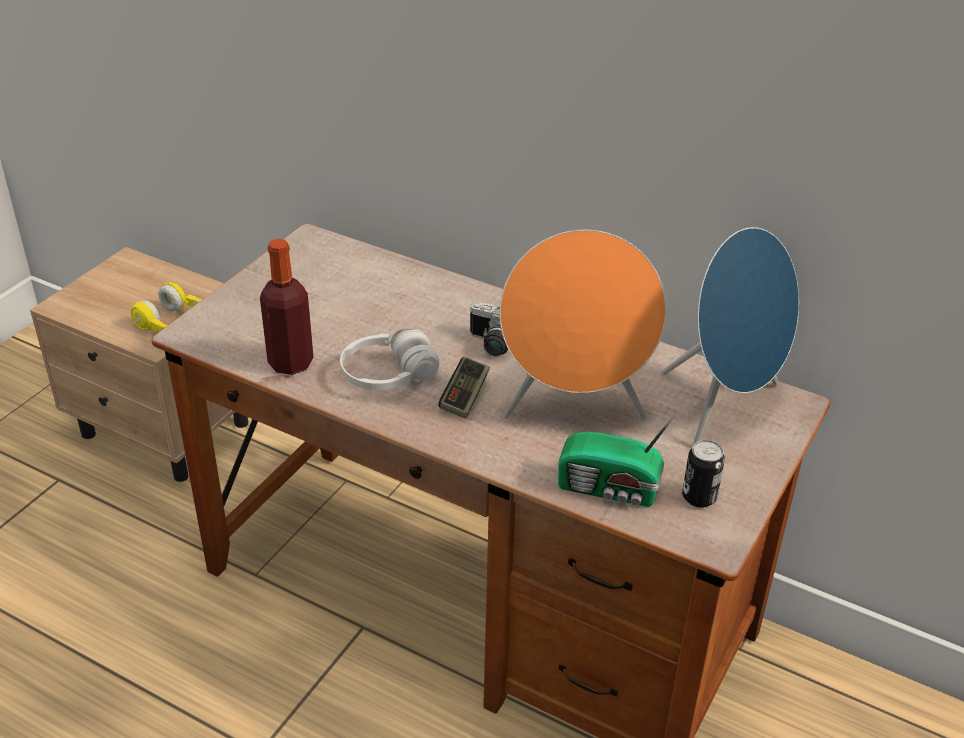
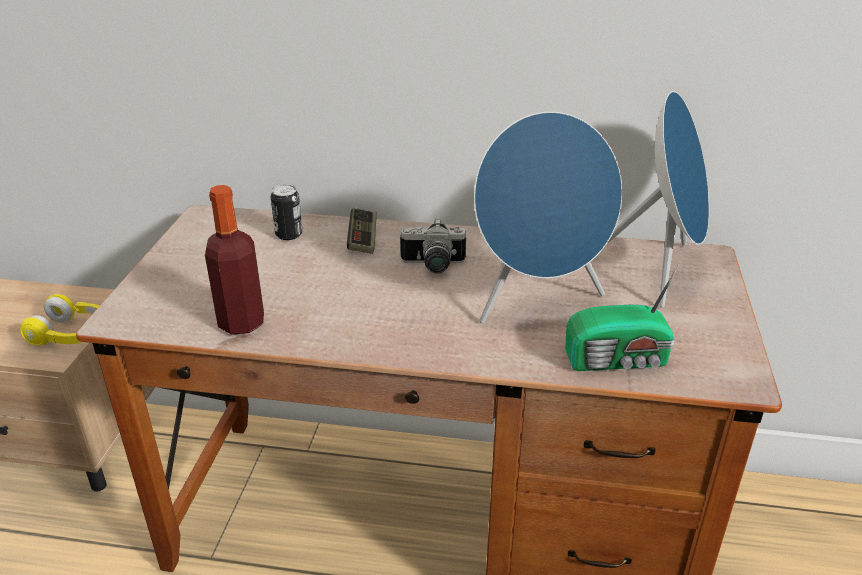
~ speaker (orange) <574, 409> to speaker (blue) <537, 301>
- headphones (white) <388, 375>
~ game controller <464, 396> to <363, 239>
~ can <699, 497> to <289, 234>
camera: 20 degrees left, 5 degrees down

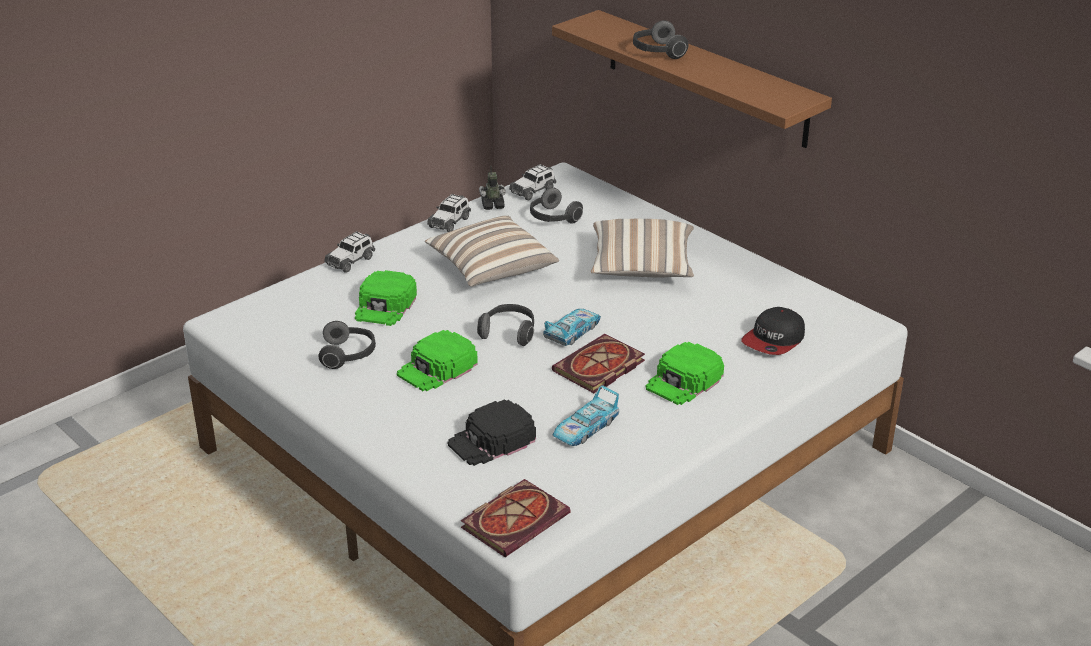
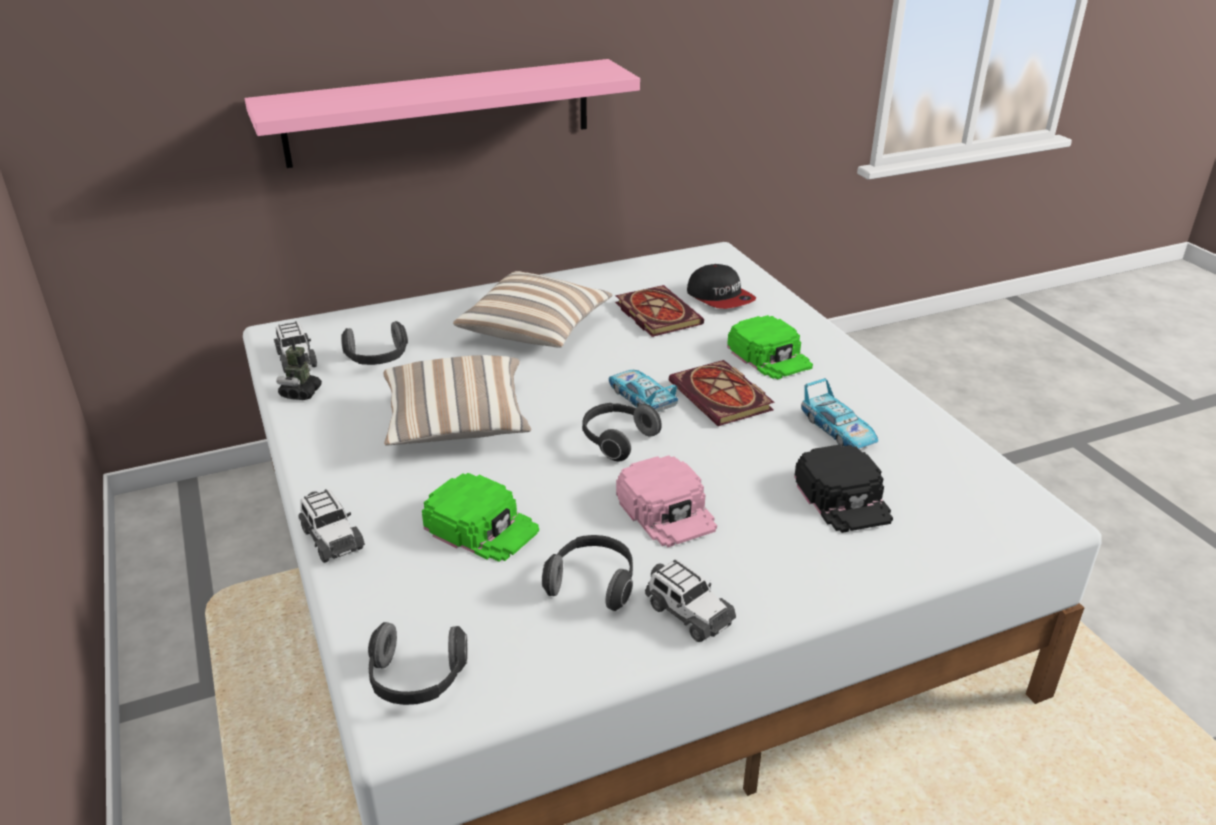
~ shelf (brown) <705, 78> to shelf (pink) <440, 112>
~ headphones <657, 52> to <416, 680>
~ toy car <450, 222> to <688, 613>
~ cap (green) <437, 368> to cap (pink) <667, 509>
~ book <515, 519> to <655, 313>
camera: 70 degrees left, 0 degrees up

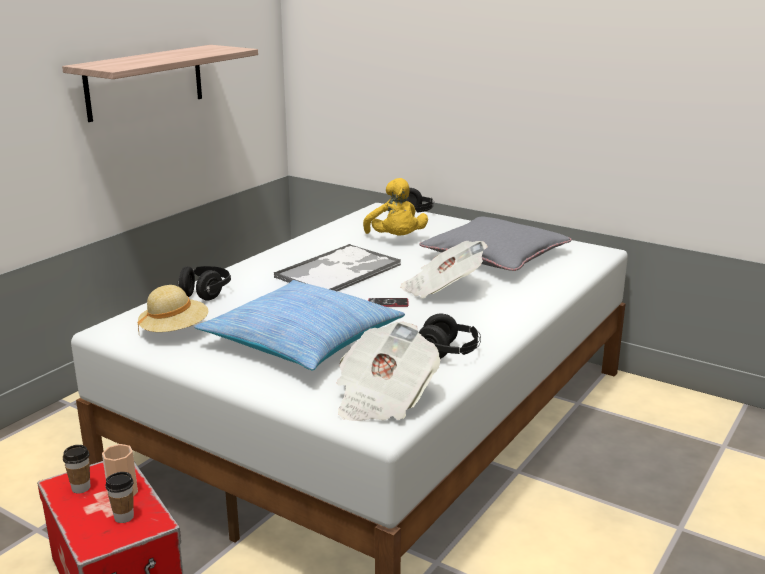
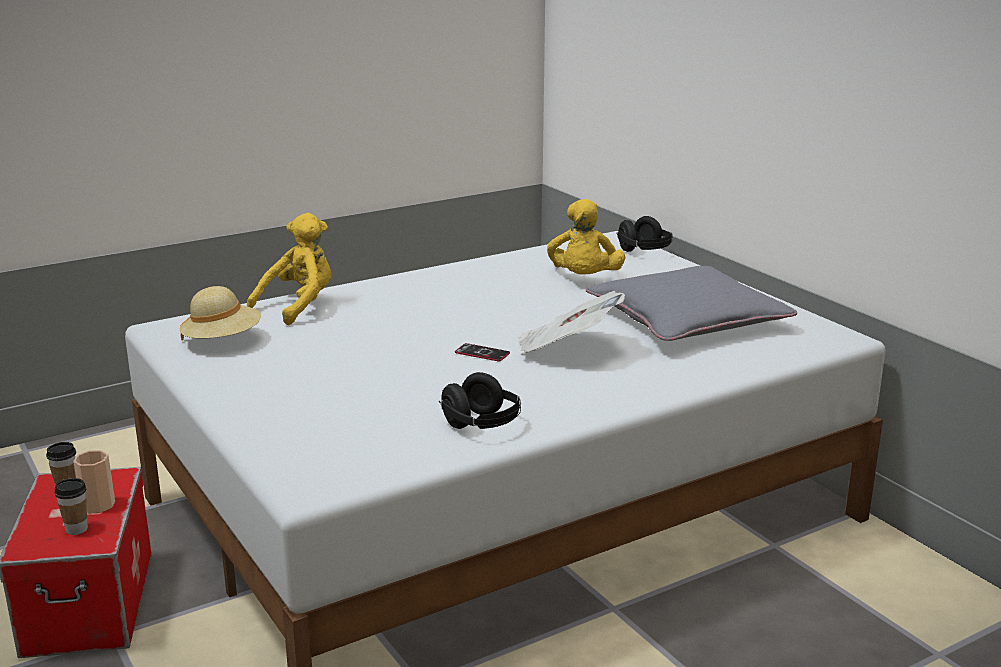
- shelf <145, 82>
- tray <339, 271>
~ headphones (black) <205, 293> to plush toy (yellow) <299, 306>
- pillow <302, 340>
- newspaper <383, 398>
camera: 25 degrees right, 0 degrees up

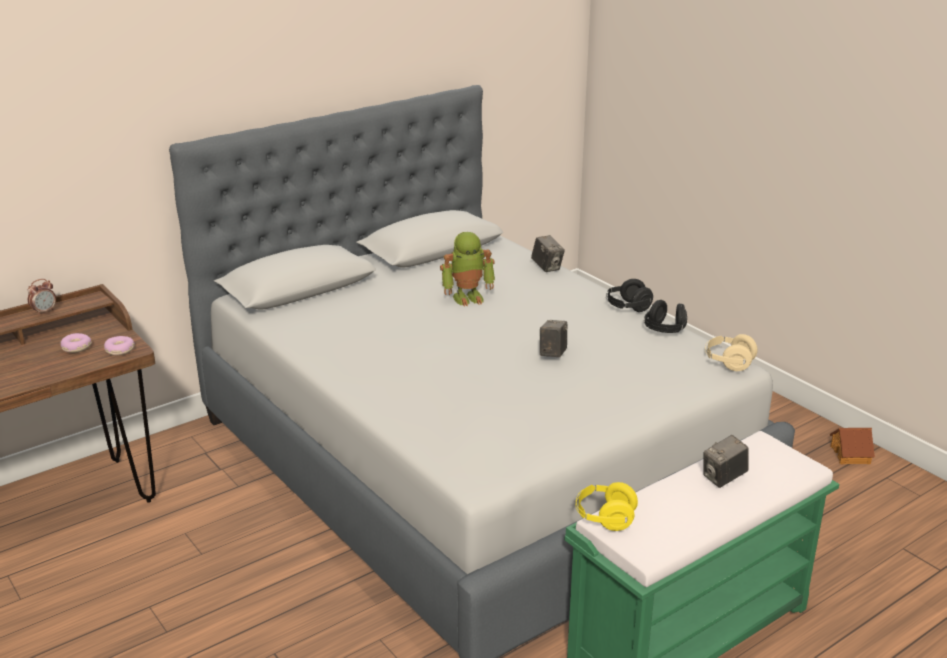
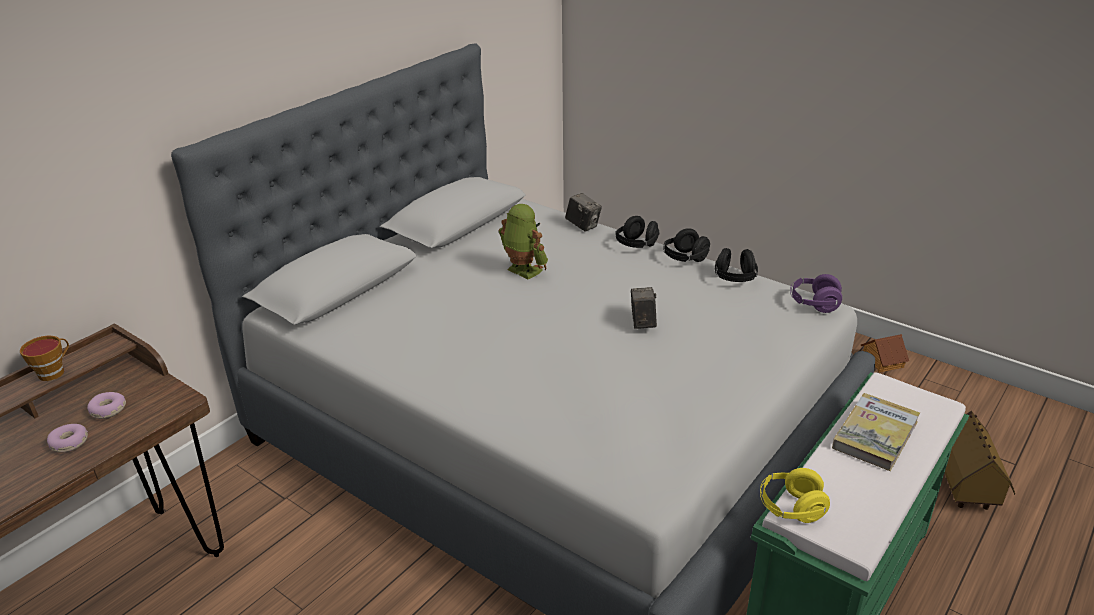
~ toy robot <468, 297> = <522, 271> 105 degrees counterclockwise
~ alarm clock <44, 311> to cup <54, 372>
~ headphones (beige) <728, 363> to headphones (purple) <813, 304>
~ donut <120, 350> to <69, 443>
~ photo camera <723, 478> to book <875, 434>
+ headphones (black) <636, 245>
+ toy house <963, 488>
camera: 15 degrees left, 5 degrees up

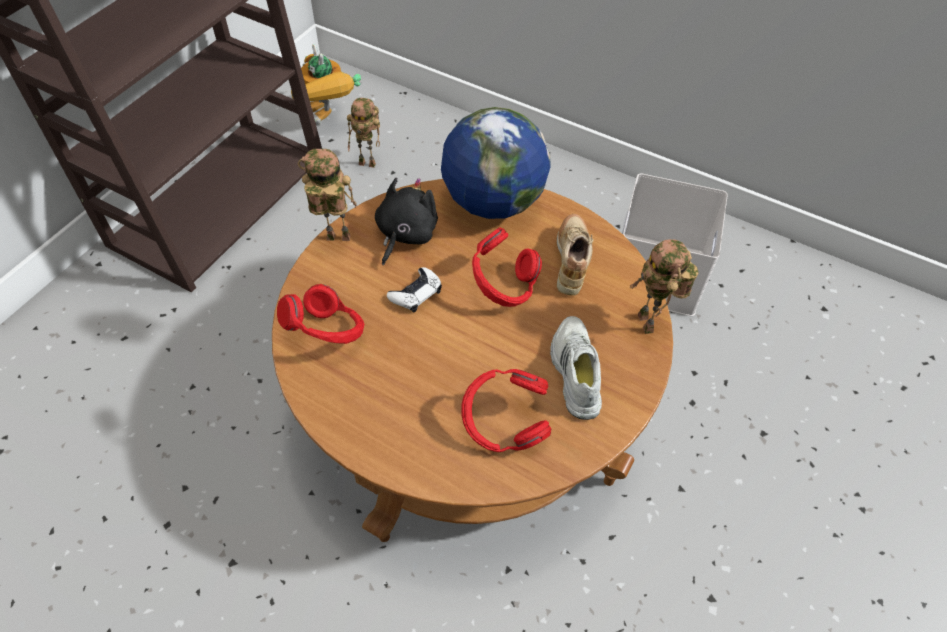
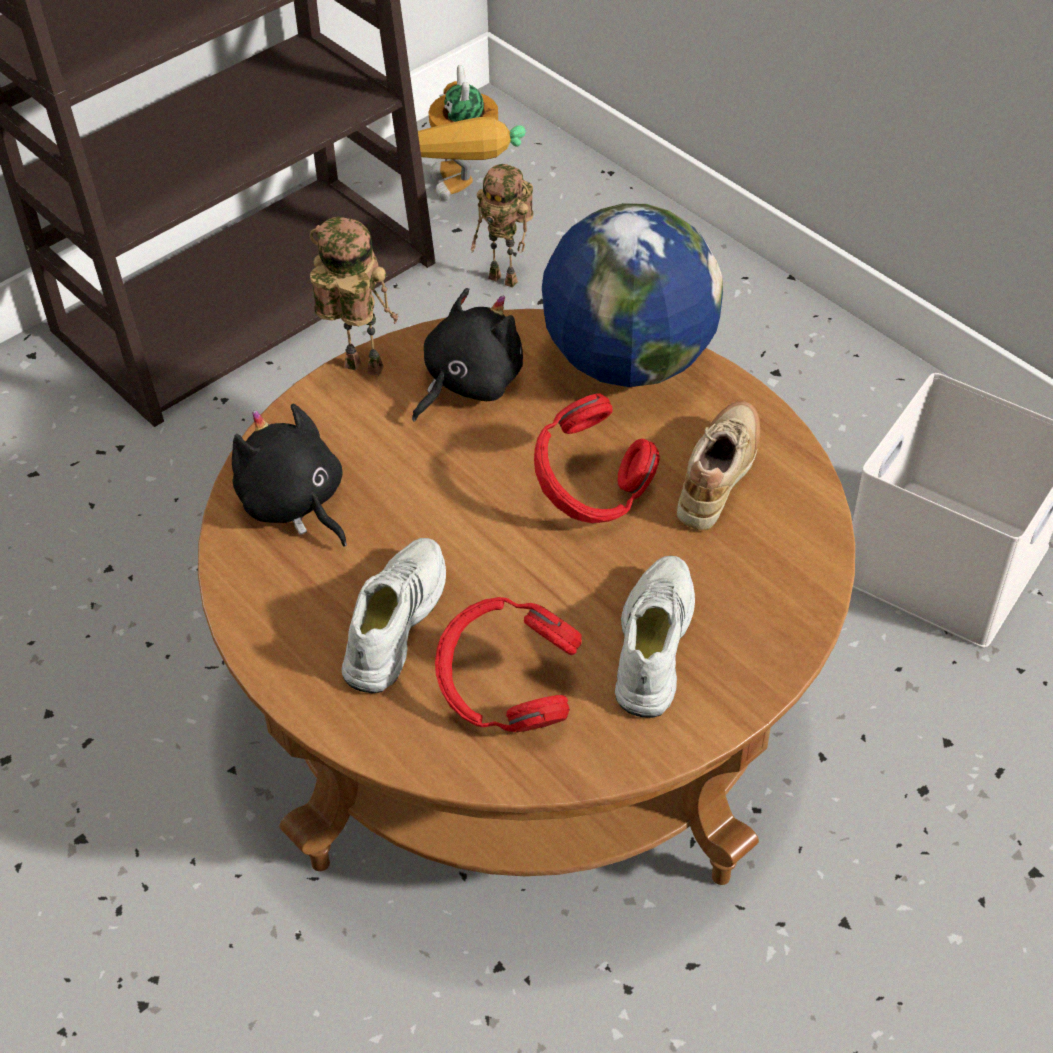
- toy robot <649, 324>
- game controller (white) <416, 293>
~ headphones (red) <328, 334> to plush toy (black) <294, 504>
+ shoe (white) <393, 622>
camera: 20 degrees right, 5 degrees down

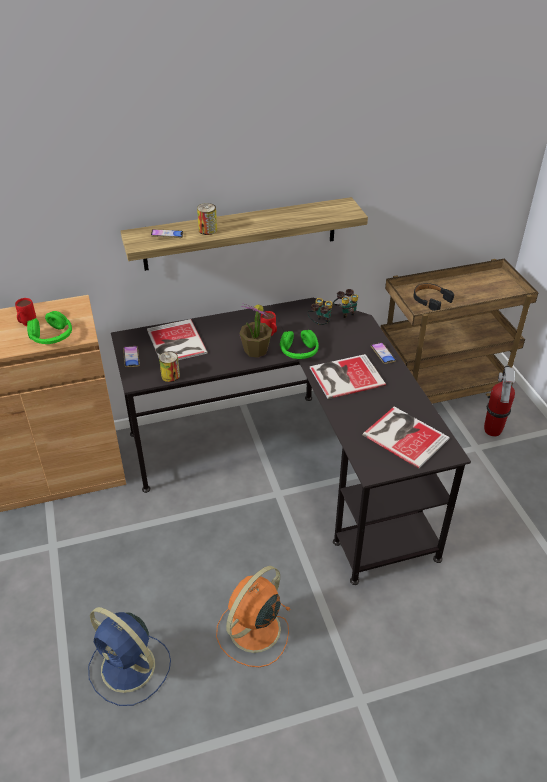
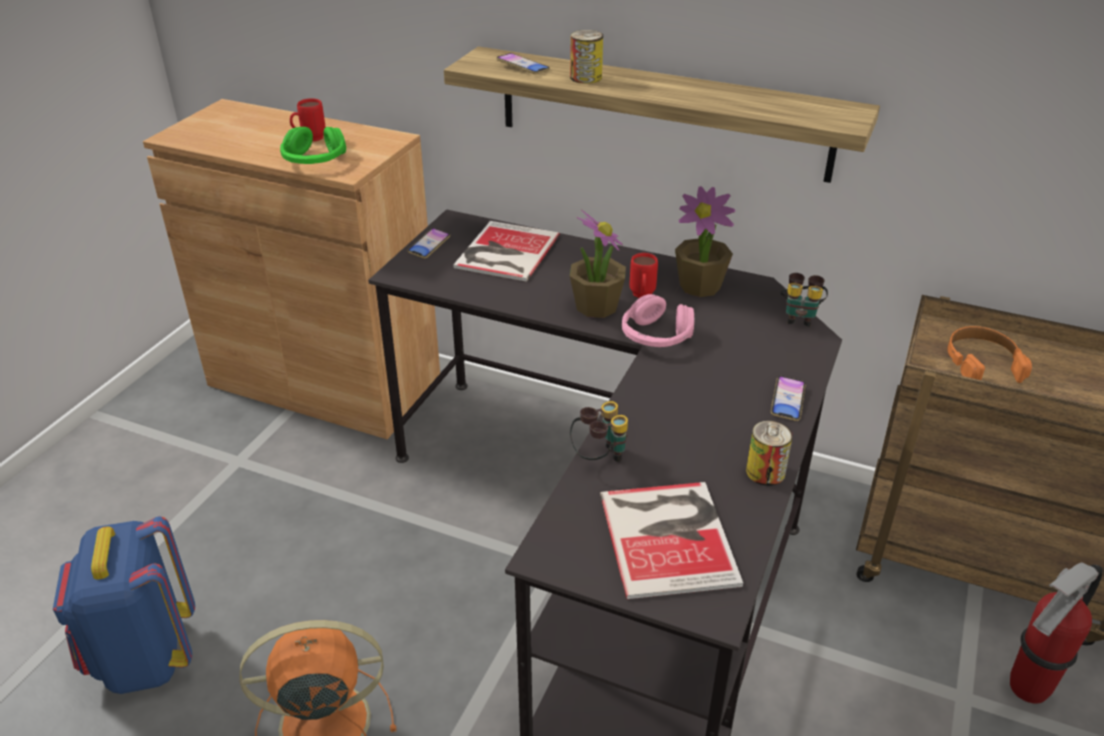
~ headphones (black) <430, 300> to headphones (orange) <982, 363>
~ binoculars <320, 324> to <599, 457>
~ headphones (green) <299, 352> to headphones (pink) <656, 336>
~ can <170, 376> to <765, 472>
- book <344, 376>
~ fan (blue) <130, 668> to backpack (blue) <145, 657>
+ potted plant <700, 286>
camera: 40 degrees right, 5 degrees down

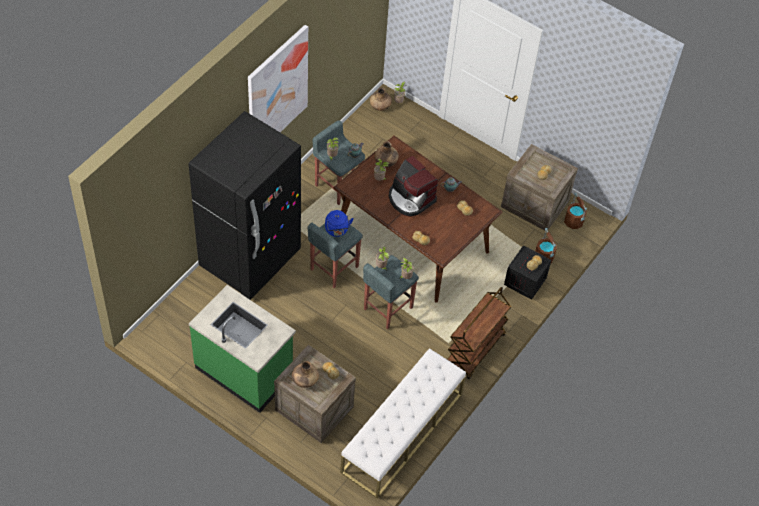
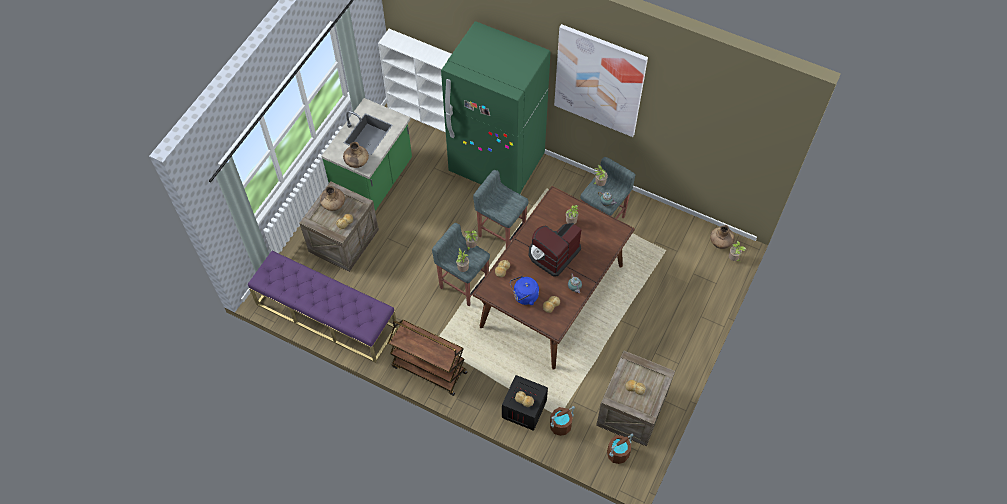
~ fridge (black) <250, 259> to fridge (green) <497, 164>
~ vase (brown) <386, 162> to <356, 162>
~ kettle (blue) <337, 230> to <524, 296>
~ bench (white) <402, 433> to bench (purple) <326, 316>
+ bookcase (white) <426, 115>
camera: 85 degrees right, 5 degrees up

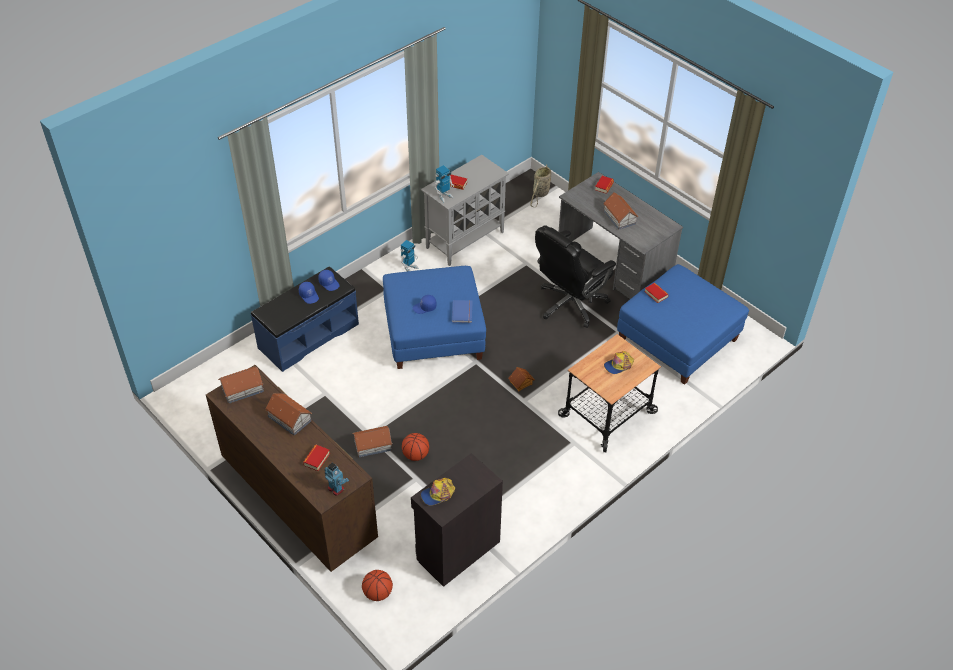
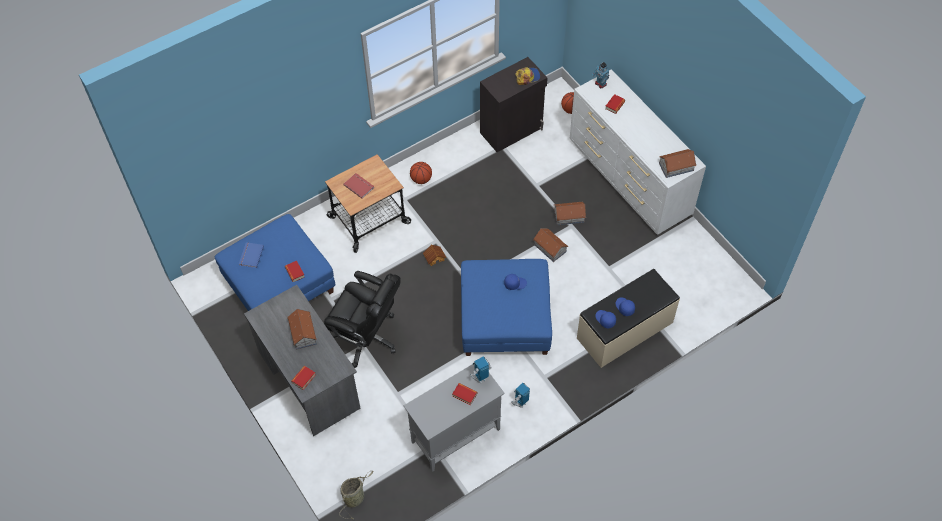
~ office chair (black) <570, 304> = <366, 337> 60 degrees clockwise
~ bench (blue) <308, 335> to bench (beige) <625, 331>
~ book (blue) <463, 312> to <250, 255>
~ cap <619, 365> to book (red) <359, 186>
~ dresser (brown) <298, 499> to dresser (white) <629, 180>
~ toy house <289, 418> to <550, 248>
~ basketball <415, 455> to <421, 179>
camera: 170 degrees left, 10 degrees up

